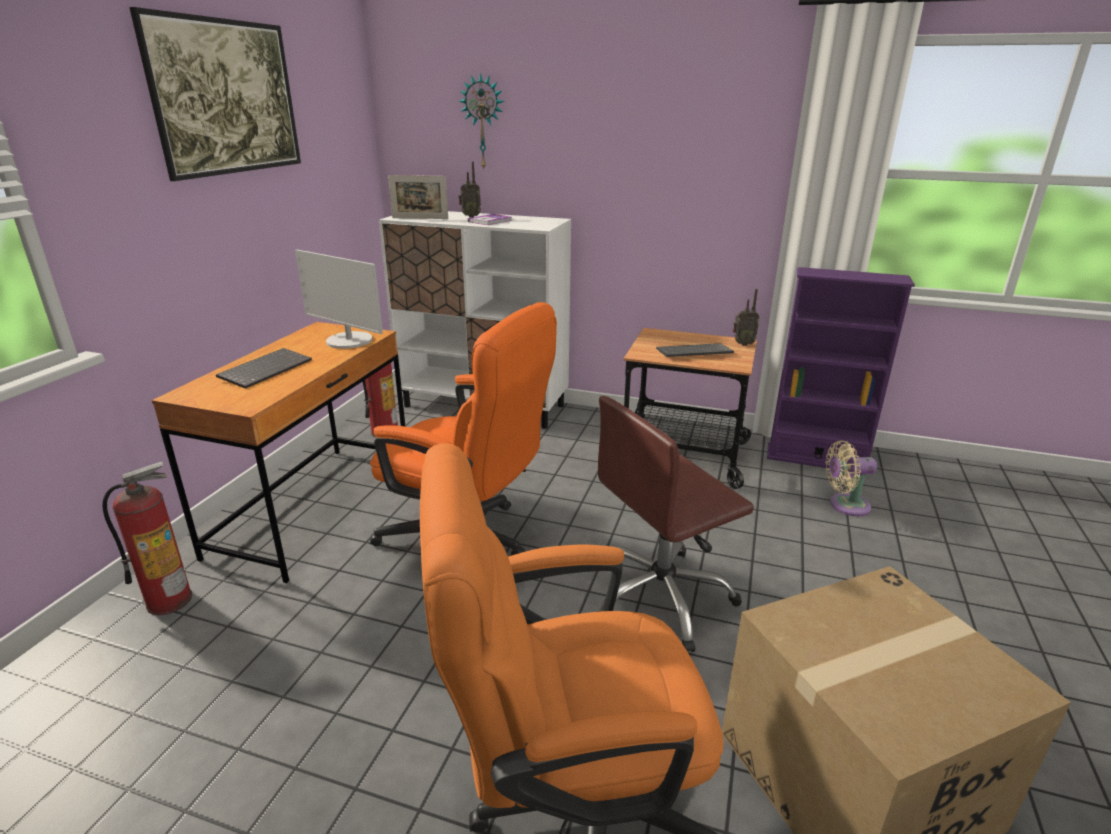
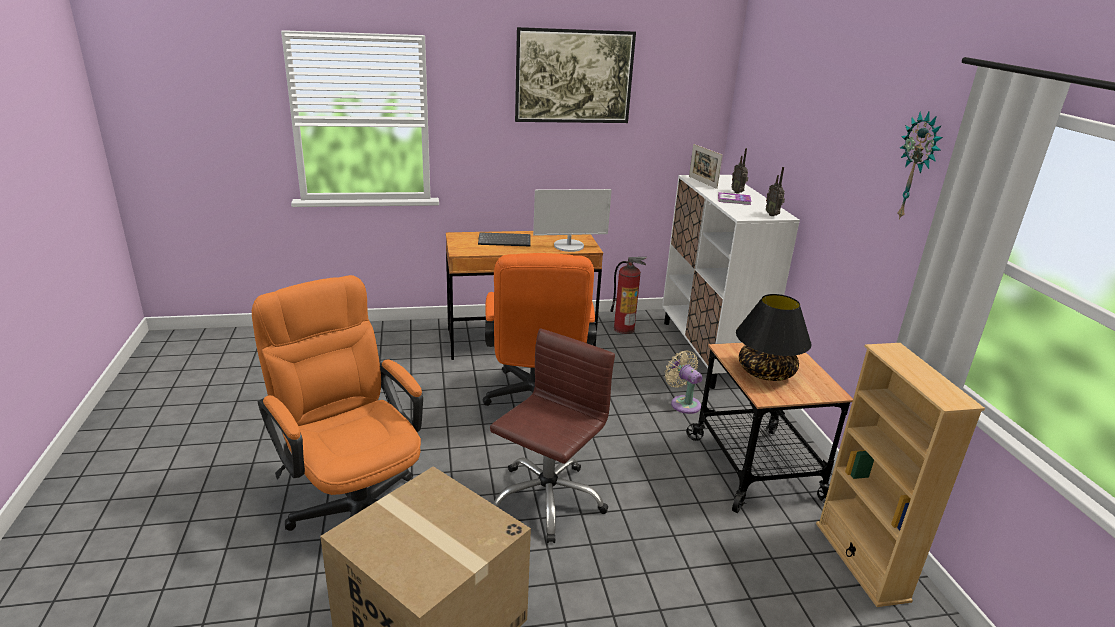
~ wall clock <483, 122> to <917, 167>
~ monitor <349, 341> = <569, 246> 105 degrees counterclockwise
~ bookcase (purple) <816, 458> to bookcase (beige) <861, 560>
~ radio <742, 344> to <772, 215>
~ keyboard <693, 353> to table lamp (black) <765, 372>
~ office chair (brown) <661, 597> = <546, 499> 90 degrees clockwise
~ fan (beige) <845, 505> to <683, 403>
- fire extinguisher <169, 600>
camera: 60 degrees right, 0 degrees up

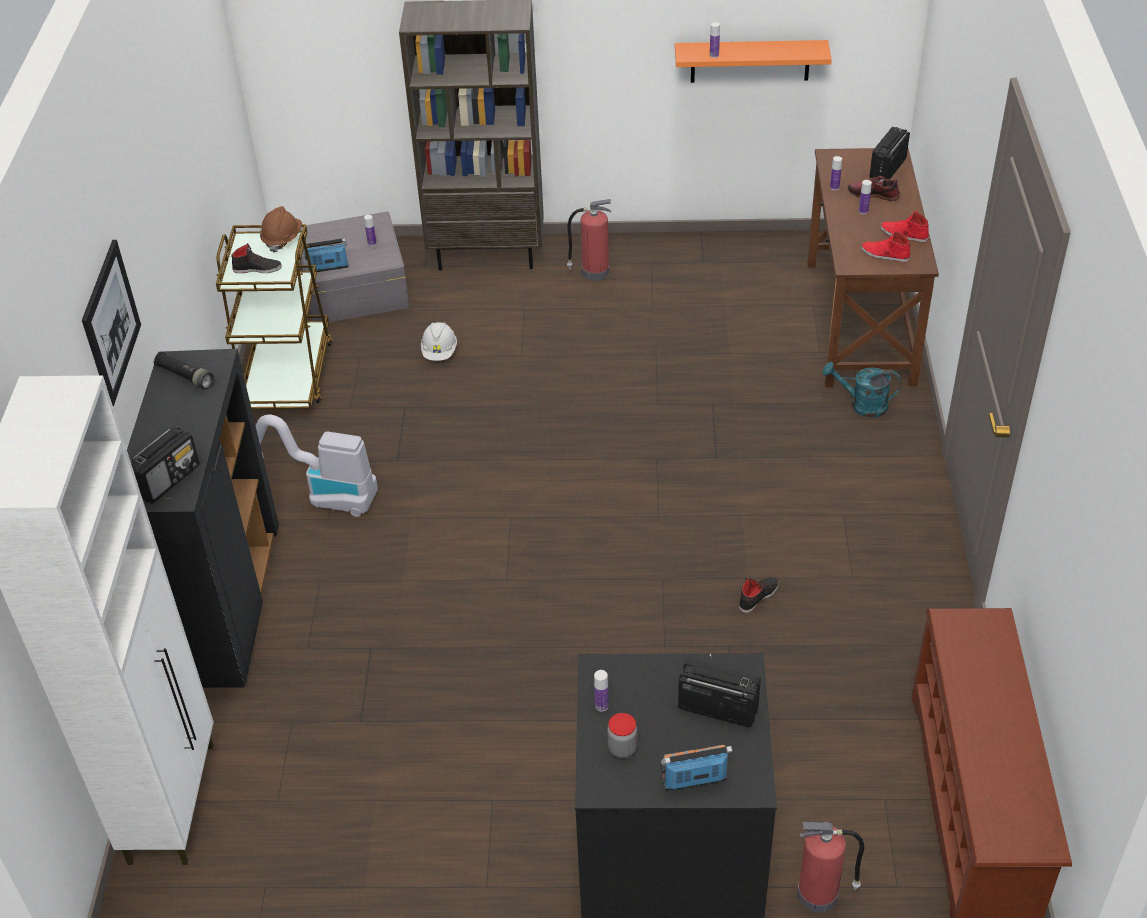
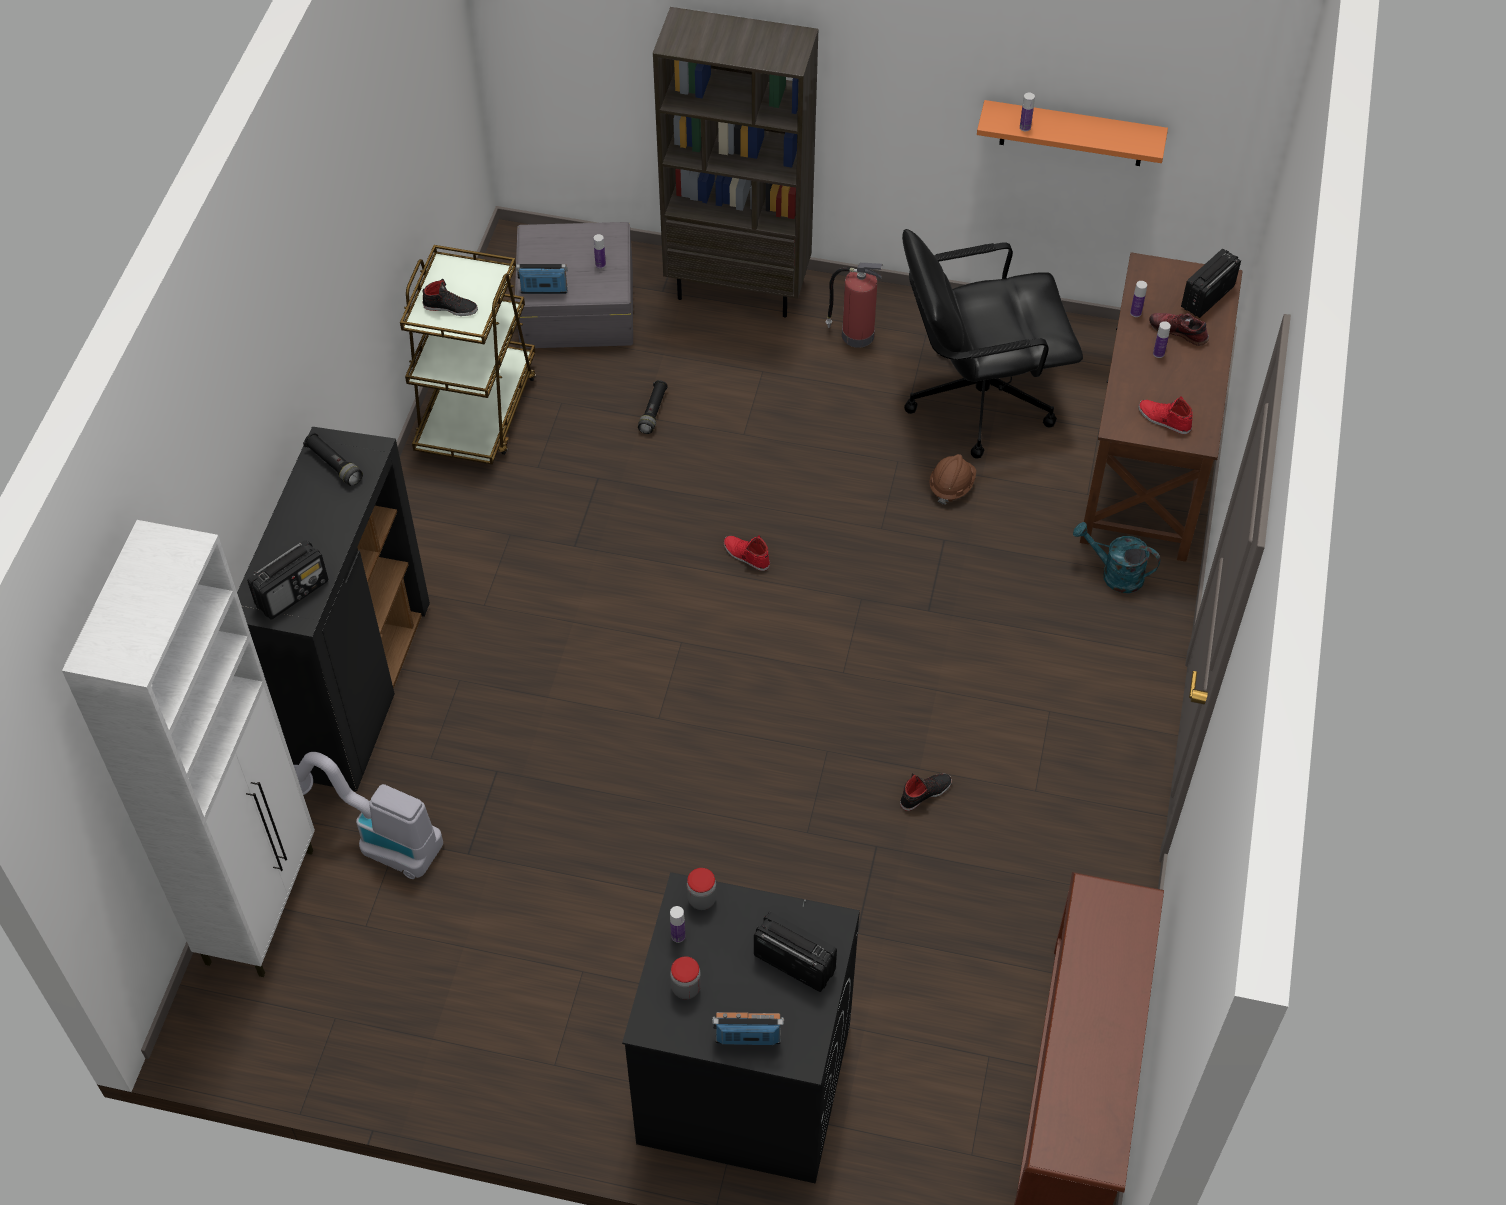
~ hard hat (brown) <282, 239> to <951, 486>
~ shoe (red) <903, 235> to <746, 556>
- picture <110, 322>
~ hard hat (white) <439, 352> to flashlight (black) <653, 412>
~ vacuum cleaner <321, 495> to <376, 838>
- fire extinguisher <820, 894>
+ office chair (black) <977, 399>
+ jar <702, 899>
camera: 10 degrees right, 10 degrees up

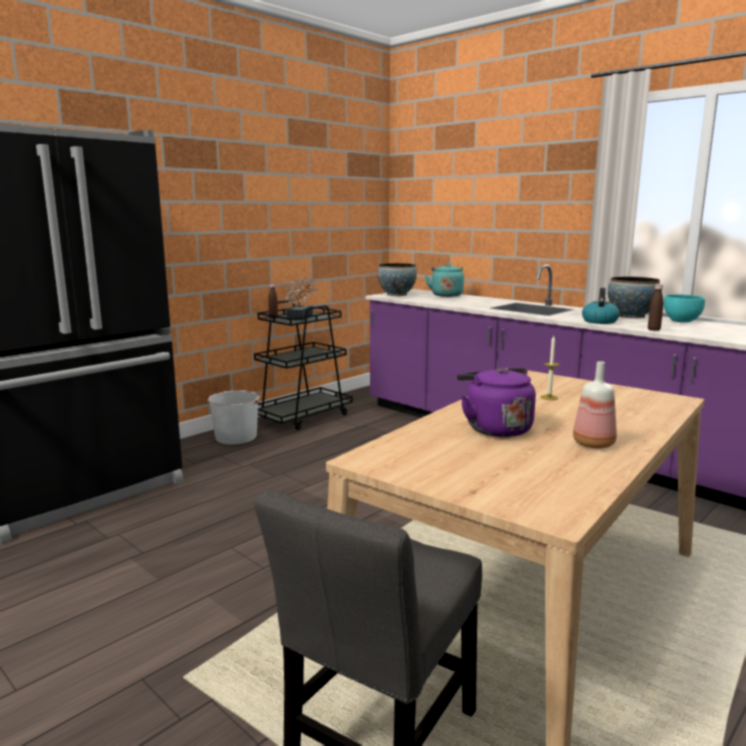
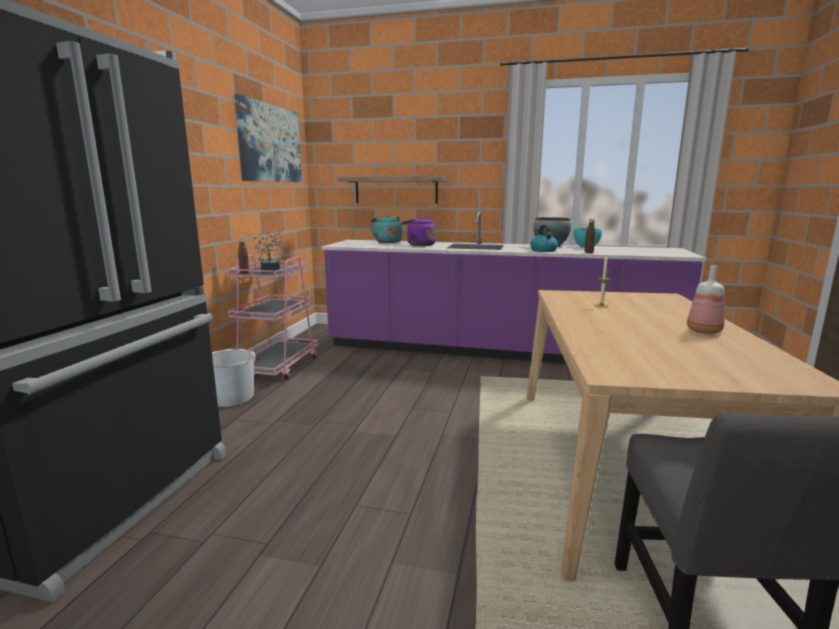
- bowl <396, 294>
~ cart (black) <303, 417> to cart (pink) <277, 366>
~ kettle (purple) <495, 428> to <419, 245>
+ picture <270, 143>
+ shelf <396, 190>
camera: 30 degrees left, 0 degrees up

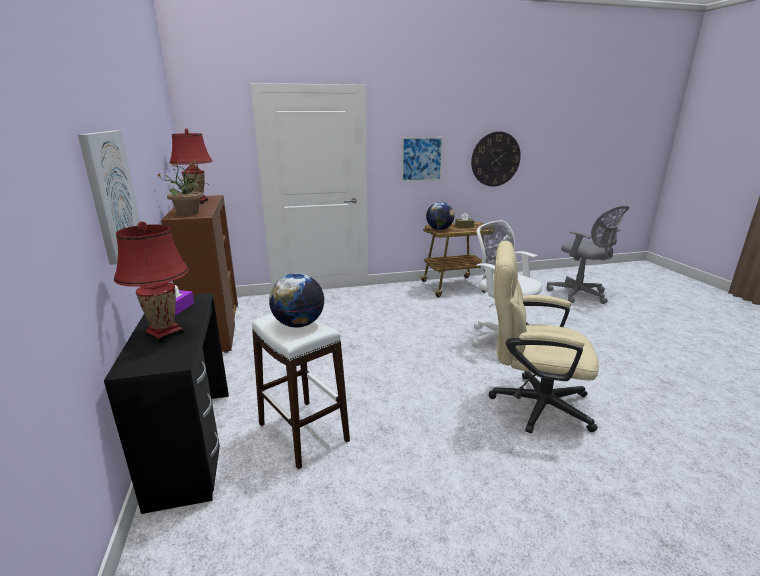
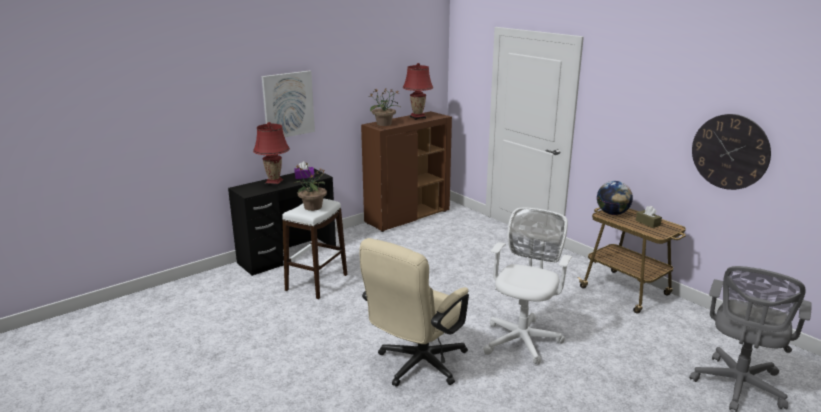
- picture <421, 159>
~ office chair (beige) <530, 403> = <416, 366> 135 degrees counterclockwise
~ globe <298, 324> to potted plant <312, 207>
camera: 65 degrees right, 0 degrees up

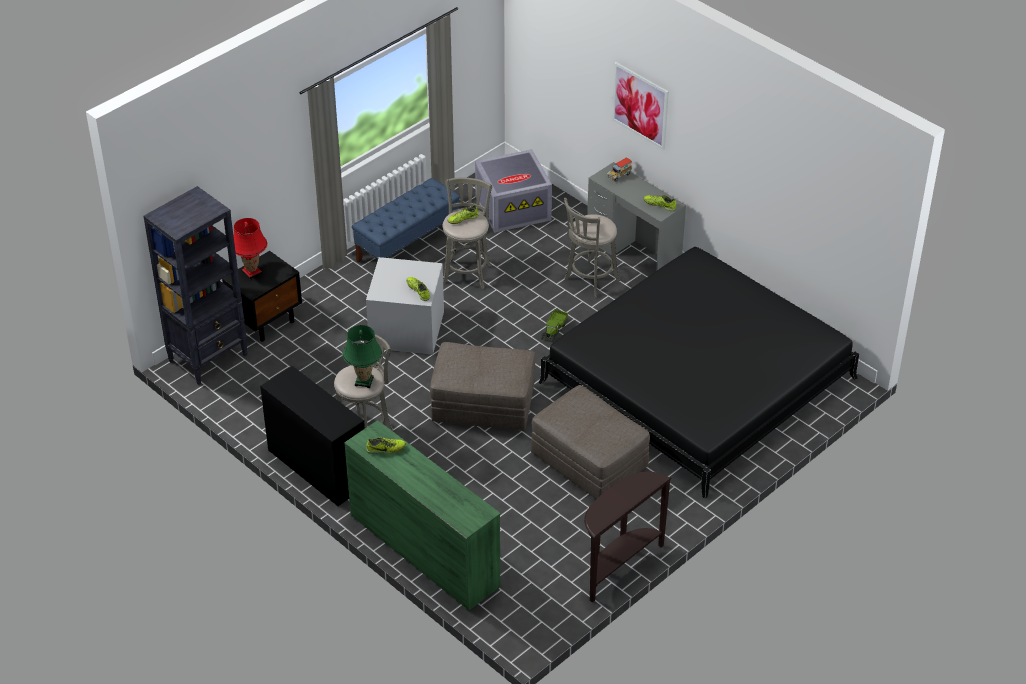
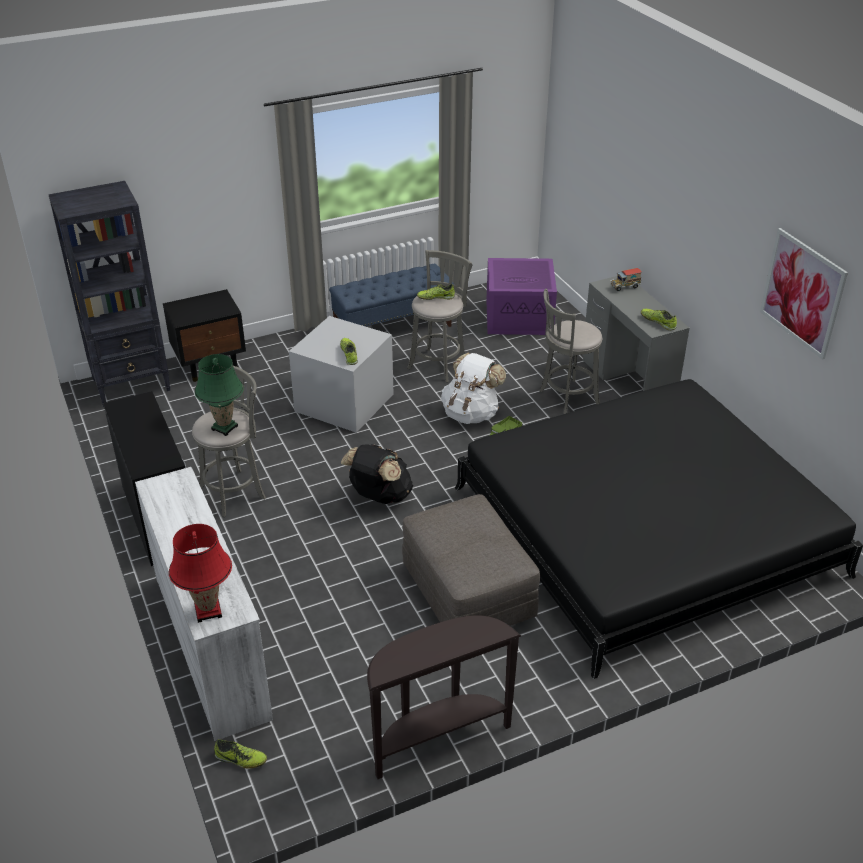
~ picture <640, 105> to <802, 293>
~ storage box (grey) <513, 207> to storage box (purple) <520, 316>
~ table lamp (red) <252, 272> to <208, 611>
~ ottoman (grey) <482, 404> to backpack (black) <379, 496>
~ dresser (green) <424, 550> to dresser (white) <212, 645>
~ shoe <386, 449> to <241, 759>
+ backpack (white) <471, 413>
camera: 20 degrees right, 5 degrees down

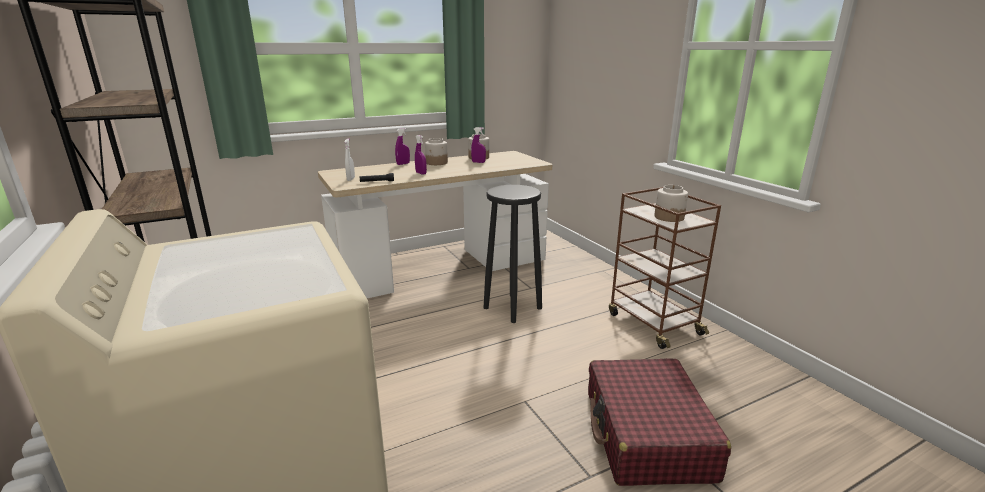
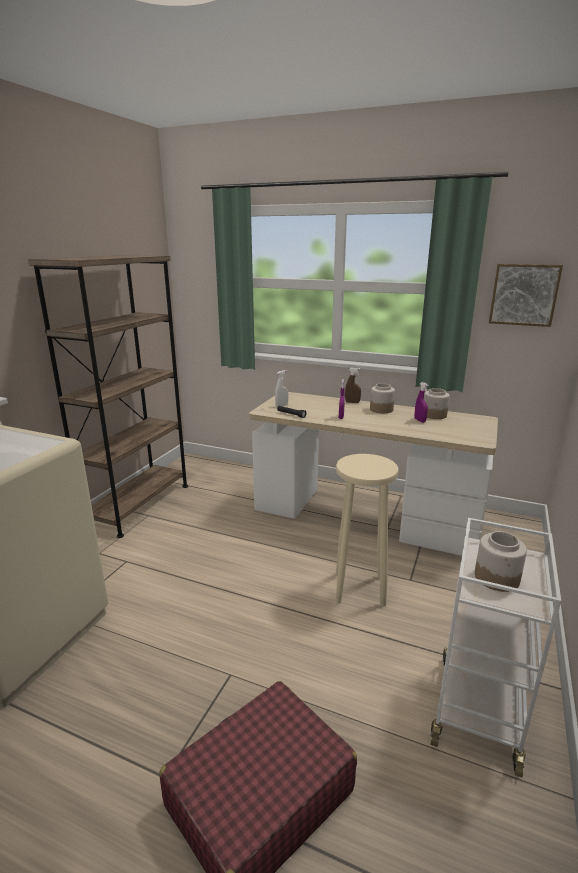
~ spray bottle (purple) <403, 164> to spray bottle (brown) <352, 402>
~ stool (black) <512, 308> to stool (beige) <359, 588>
~ cart (brown) <653, 323> to cart (white) <477, 708>
+ picture <524, 294>
camera: 50 degrees right, 0 degrees up

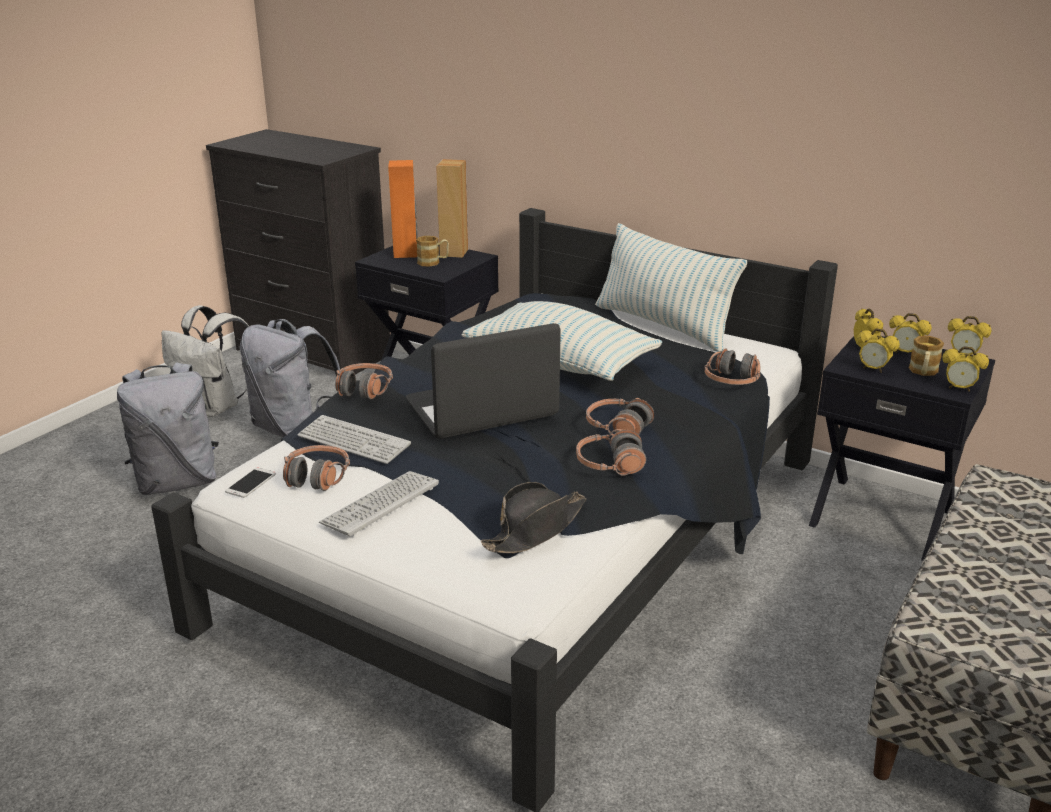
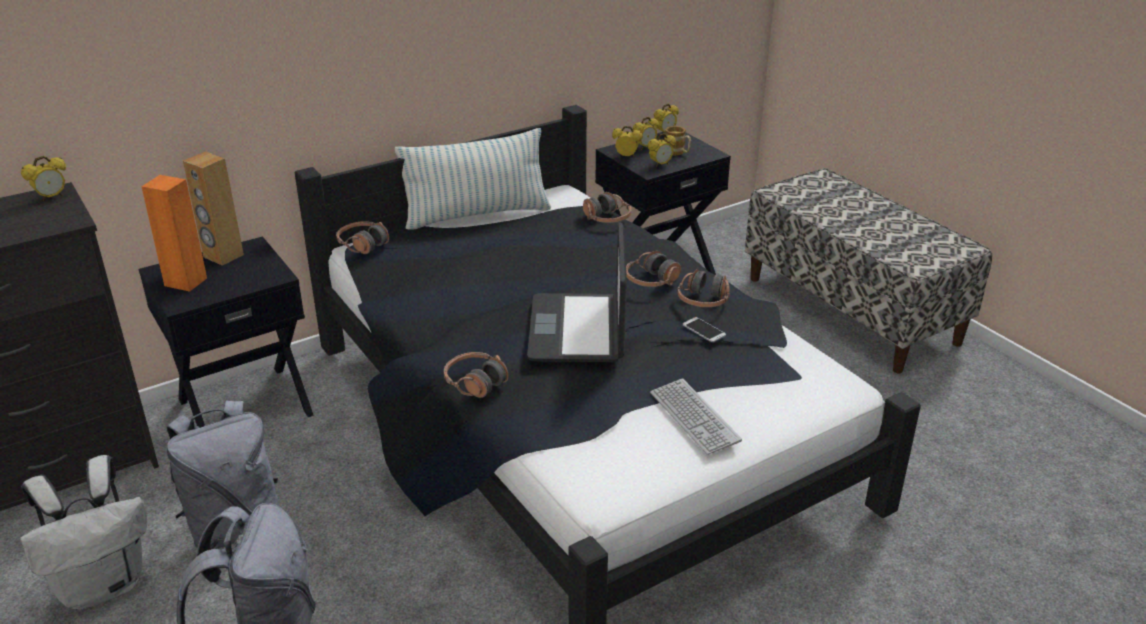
- mug <433, 262>
- pillow <560, 363>
~ alarm clock <959, 388> to <51, 197>
- keyboard <353, 441>
~ headphones <316, 477> to <363, 244>
~ phone <251, 483> to <704, 330>
- hat (black) <535, 529>
camera: 65 degrees left, 5 degrees up

